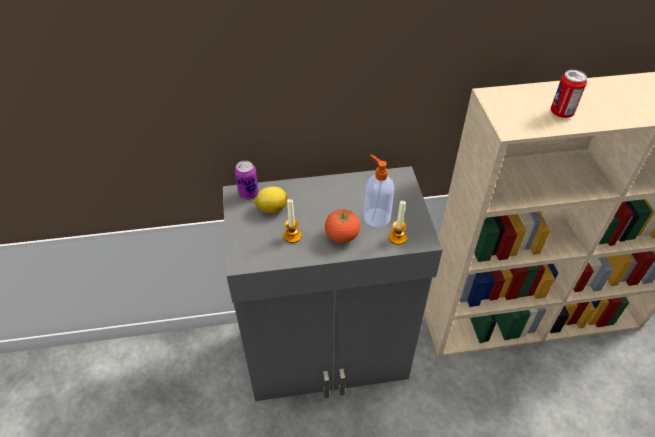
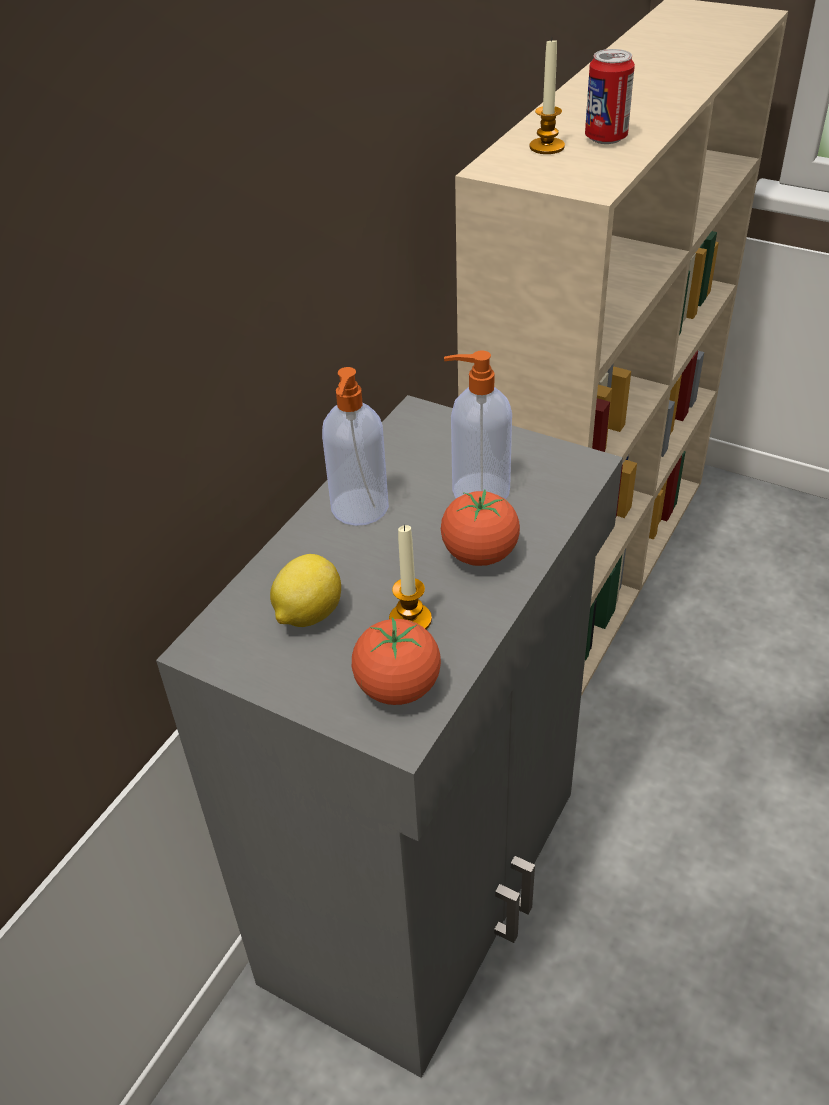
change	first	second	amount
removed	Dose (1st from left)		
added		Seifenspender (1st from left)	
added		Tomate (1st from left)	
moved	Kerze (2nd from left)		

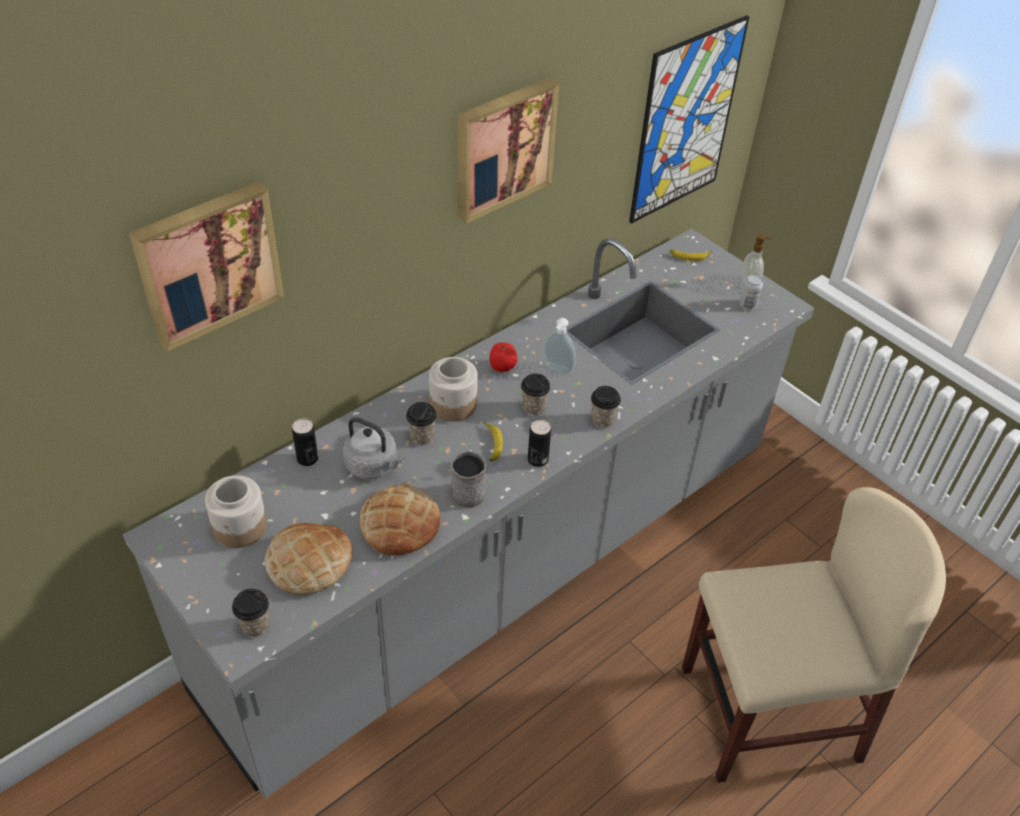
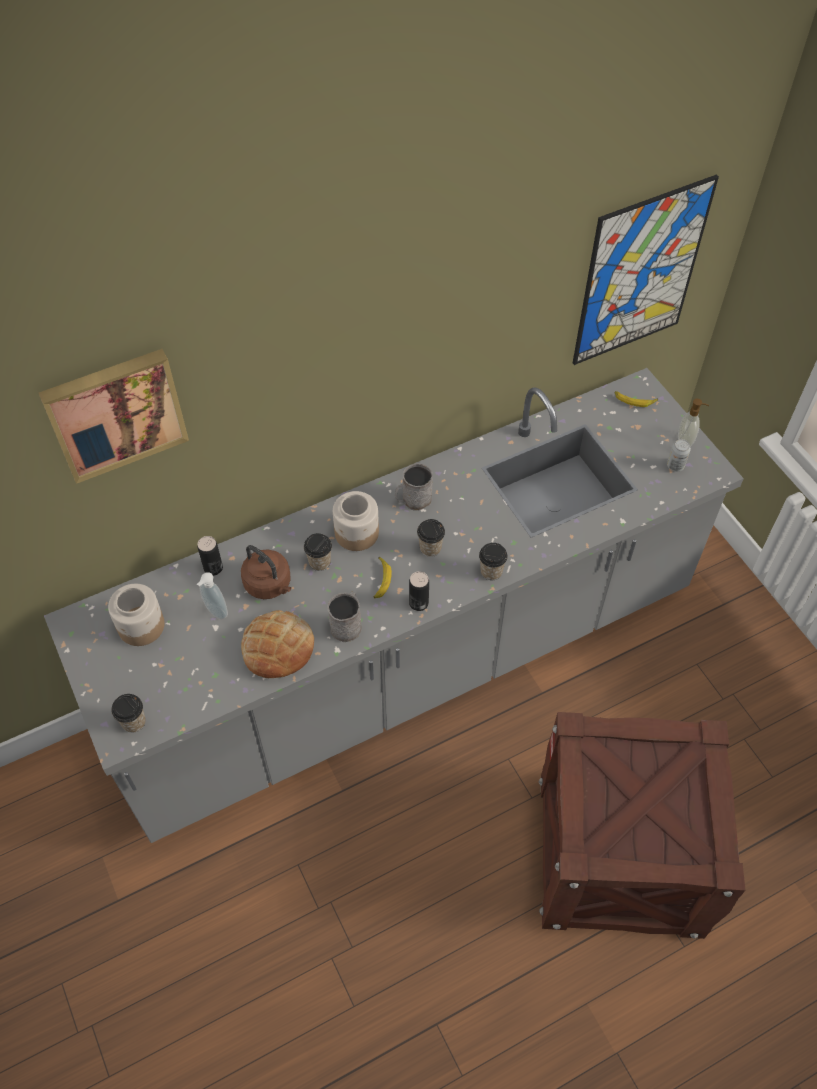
change	first	second	amount
removed	Brot (1st from left)		
removed	Bild (2nd from left)		
moved	Seifenspender (1st from left)		
replaced	Tomate	Henkelbecher [grau] (2nd from left)	
replaced	Stuhl [beige]	Kiste	
recoloured	Wasserkessel [grau]	Wasserkessel [braun]	

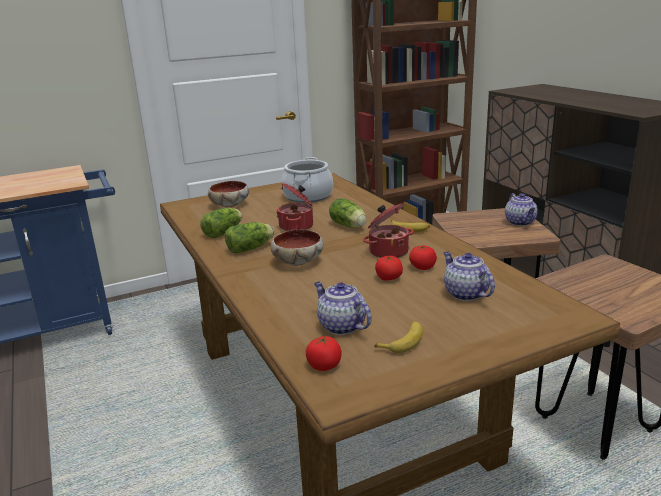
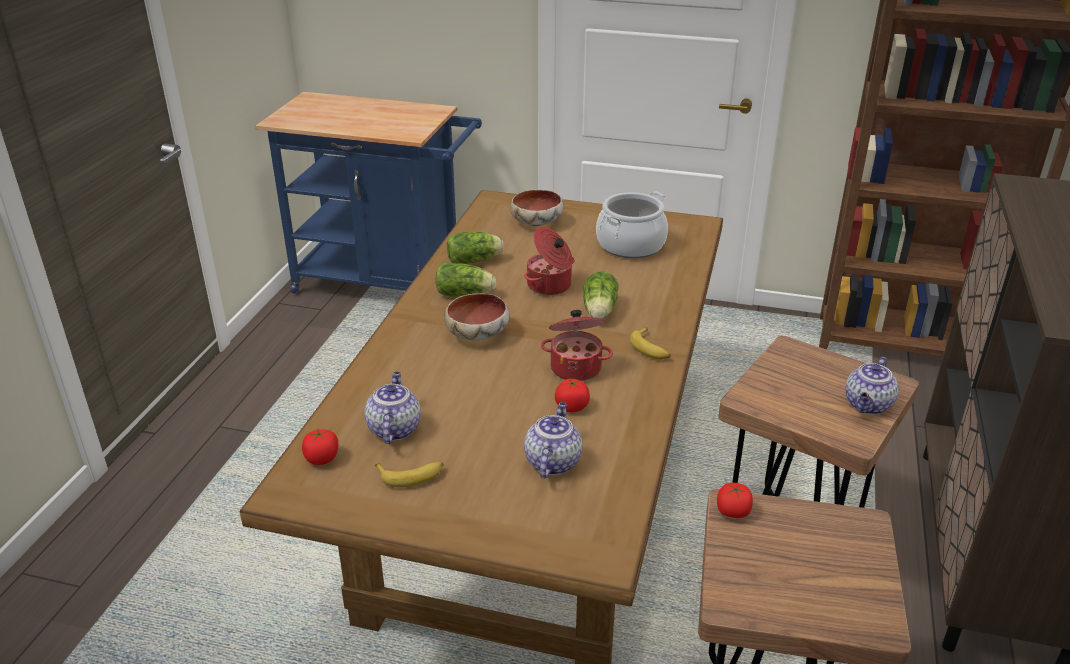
change	first	second	amount
moved	Tomate (2nd from left in the first image)	Tomate (3rd from left)	

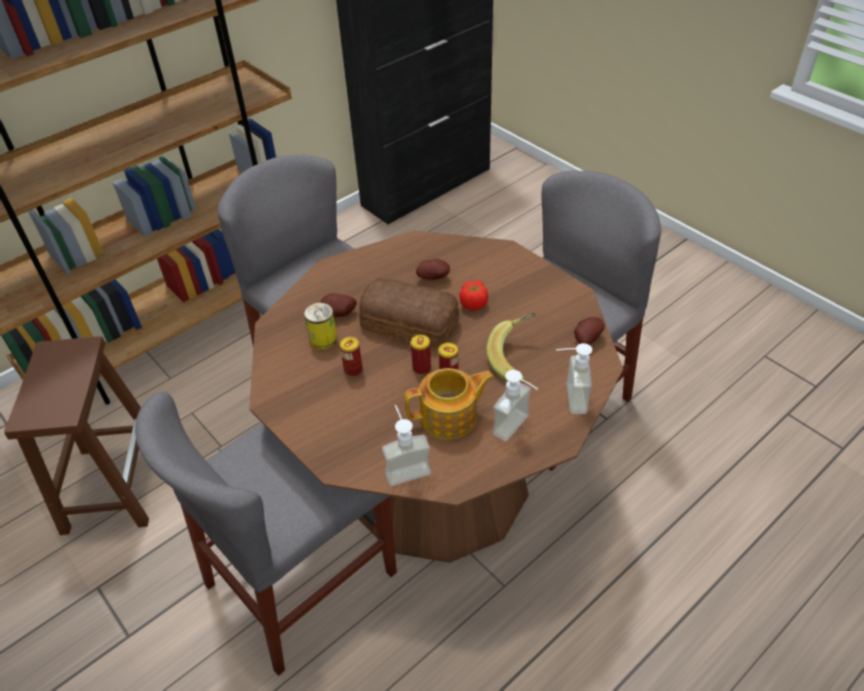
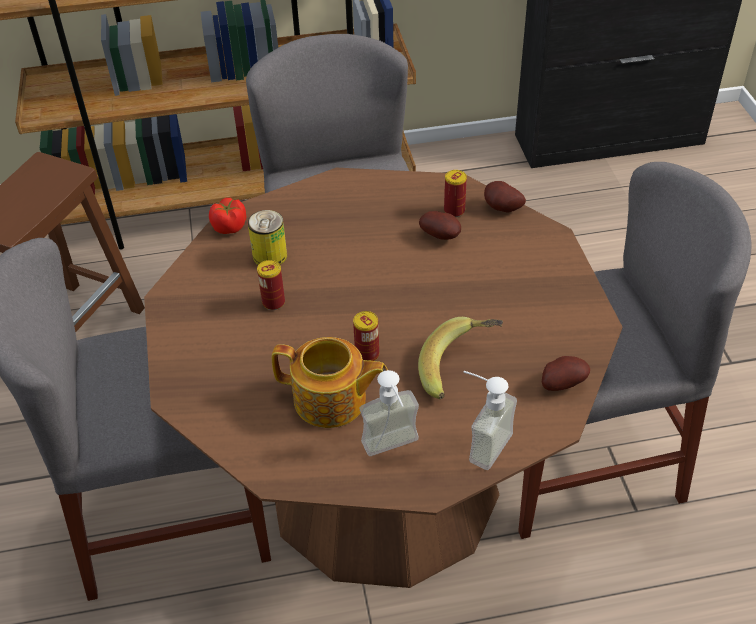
change	first	second	amount
removed	Brot		
removed	Seifenspender (1st from left)		
moved	Kartoffel (1st from left in the first image)	Kartoffel (2nd from left)	
moved	Dose (3rd from left in the first image)	Dose (4th from left)	
moved	Tomate		

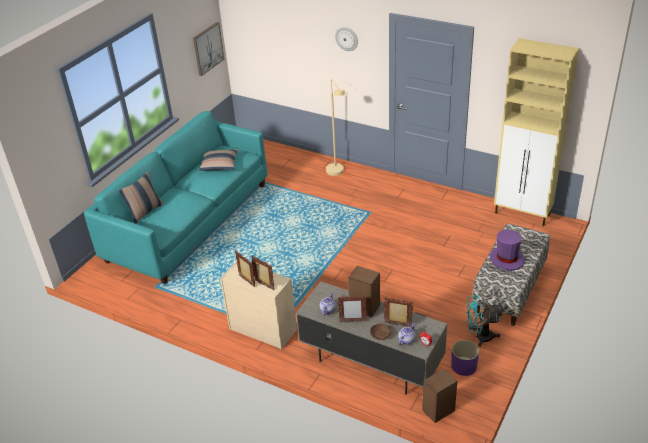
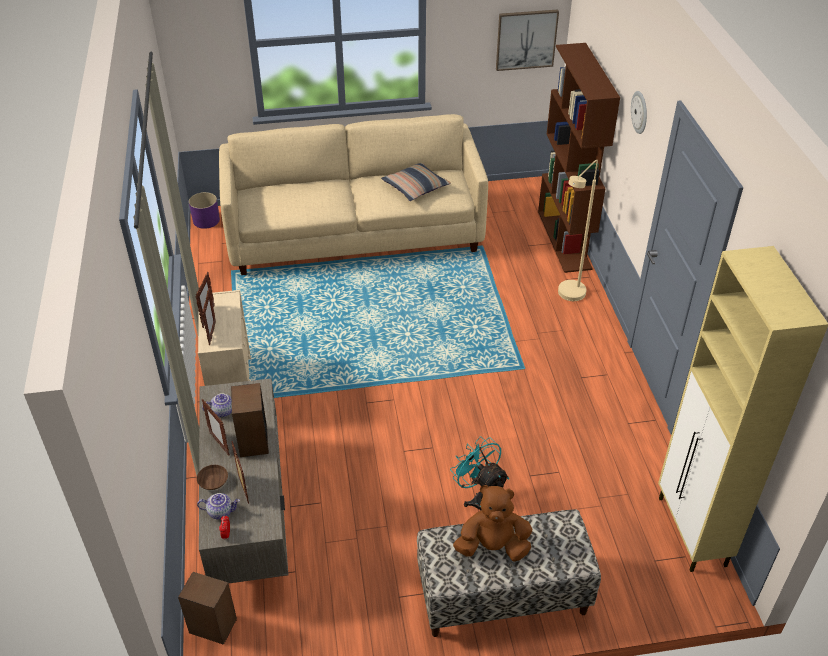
change	first	second	amount
removed	Kissen (1st from left)		
added		Bücherregal [braun]	
moved	Pflanzkübel [lila]		
moved	Ventilator [türkis]		
replaced	Hut [lila]	Plüschtier [braun]	
recoloured	Sofa [türkis]	Sofa [beige]	

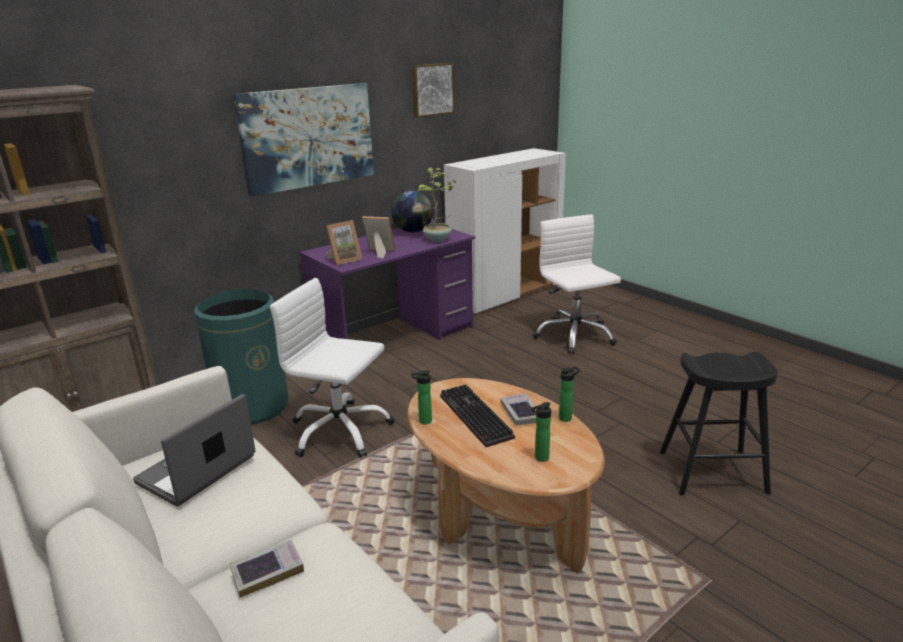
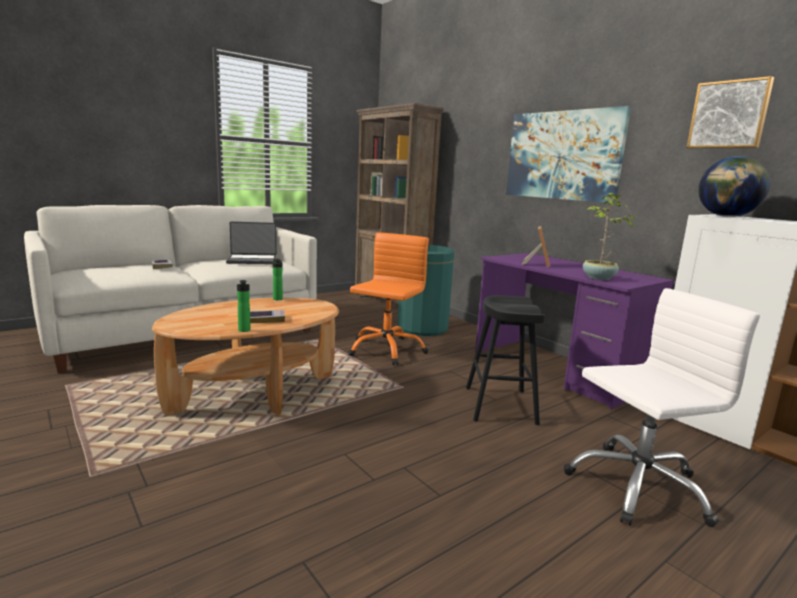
change	first	second	amount
removed	Bilderrahmen (1st from left)		
removed	Tastatur		
removed	Flasche (2nd from left)		
moved	Globus		
moved	Hocker [schwarz]		
recoloured	Bürostuhl [weiß] (1st from left)	Bürostuhl [orange]	
turned	Laptop		135 degrees clockwise

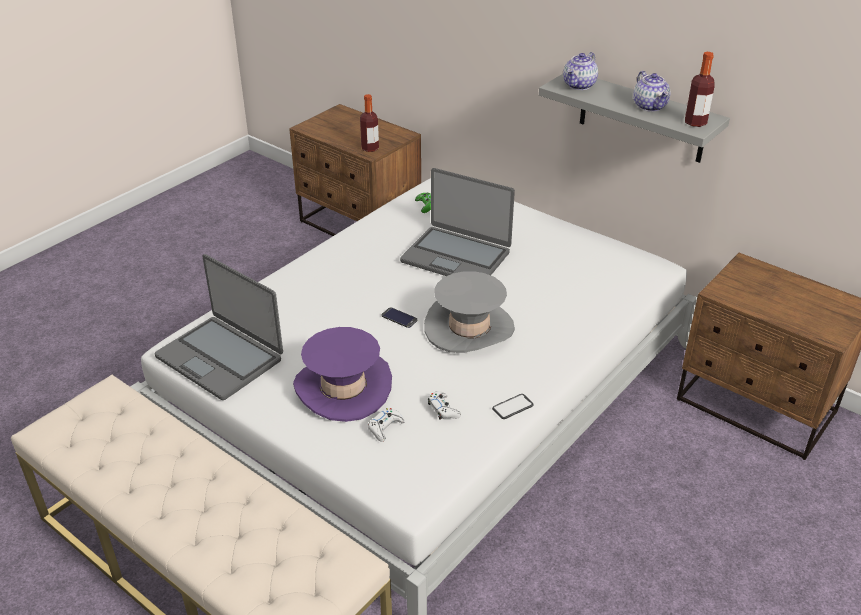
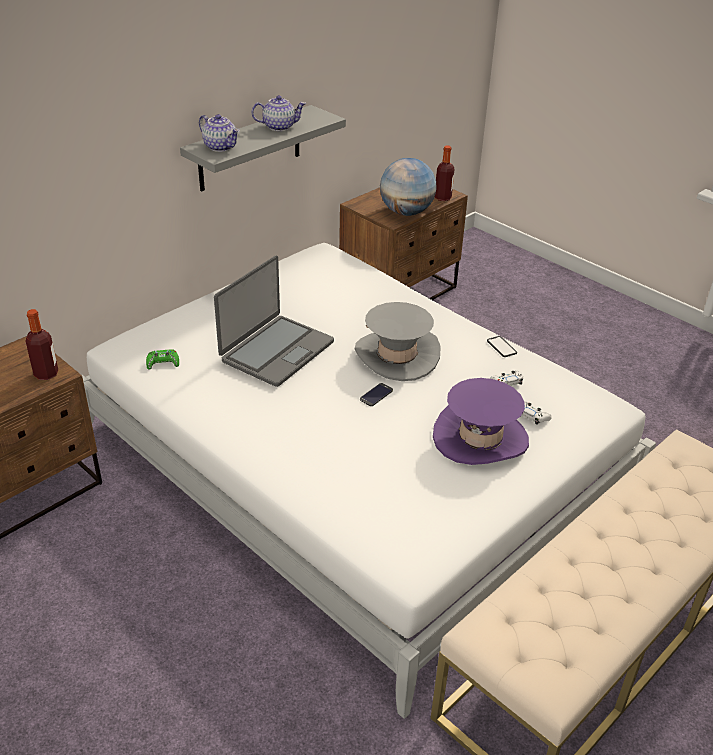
change	first	second	amount
removed	Laptop (1st from left)		
added		Globus	
moved	Flasche (2nd from left)		

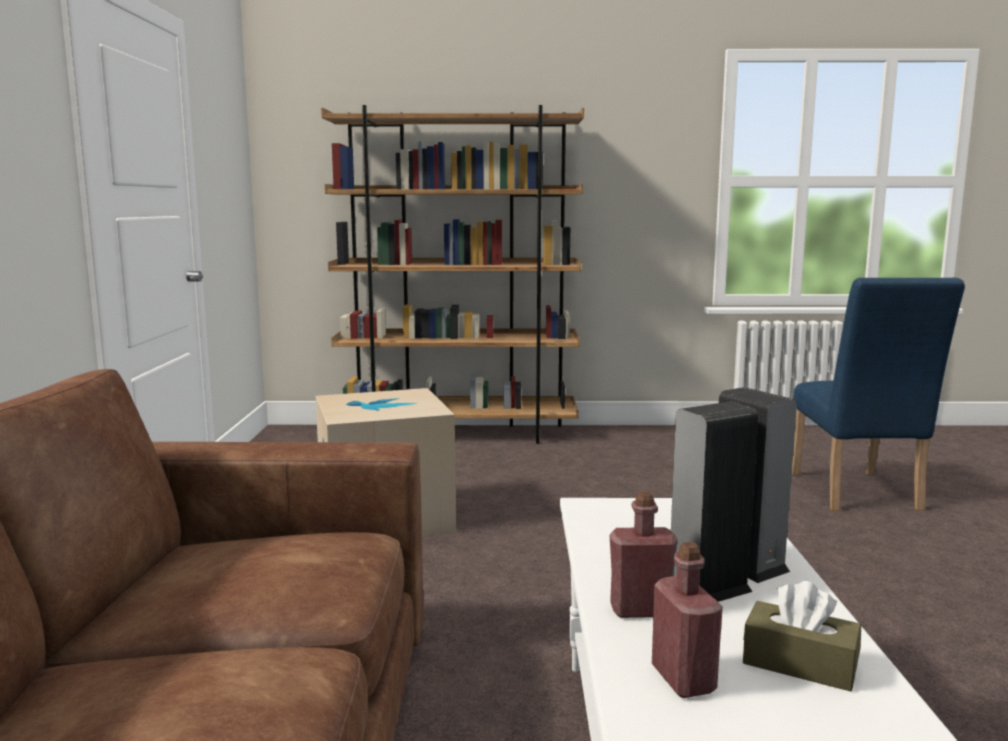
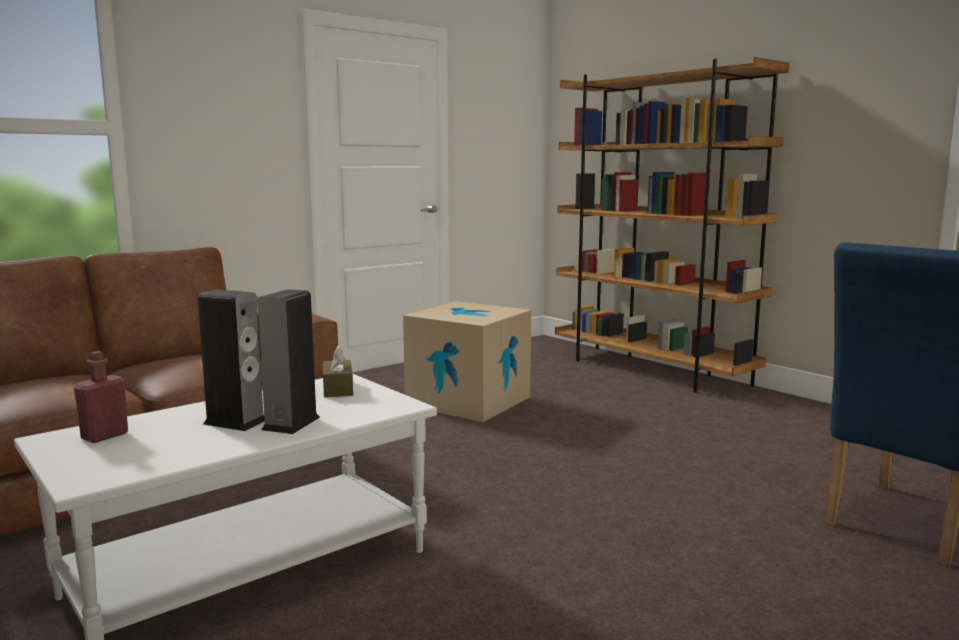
change	first	second	amount
removed	Flasche [rot] (1st from left)		
moved	Taschentuchbox [braun]		

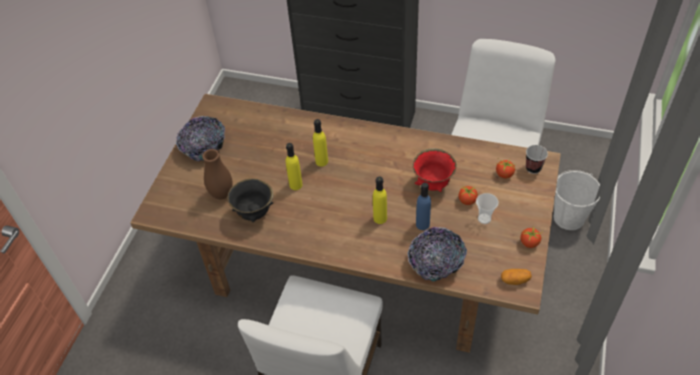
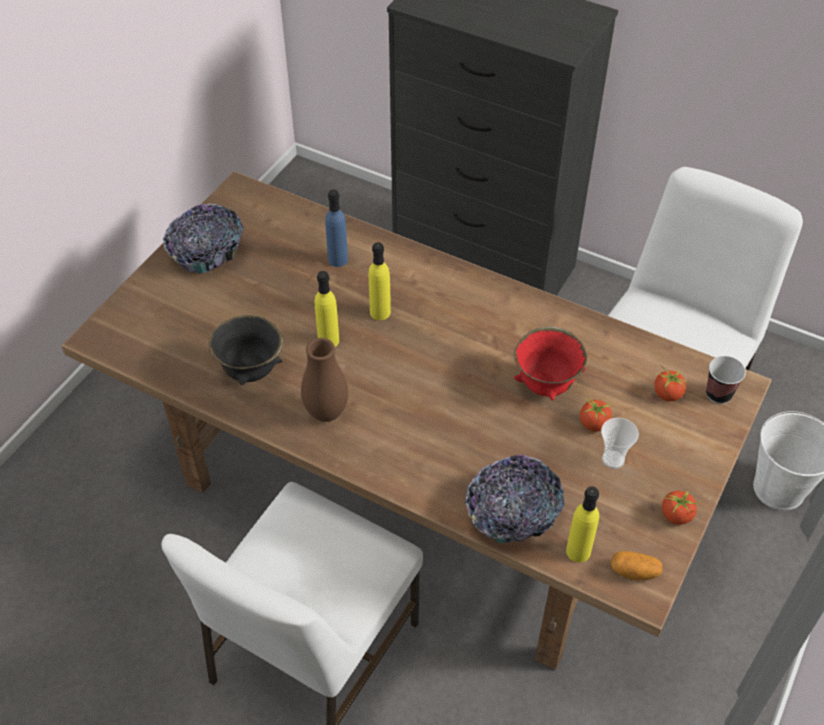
change	first	second	amount
moved	Vase [braun]		
moved	Flasche [gelb] (3rd from left)		
moved	Flasche [blau]		

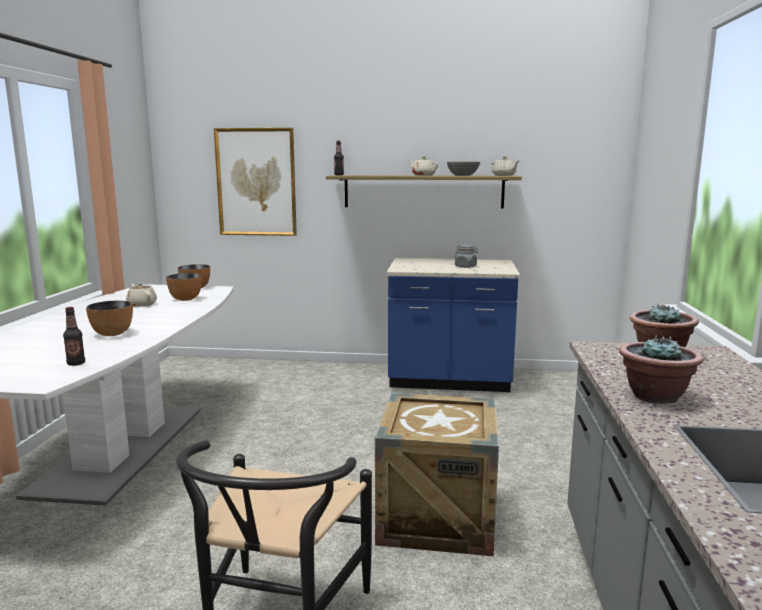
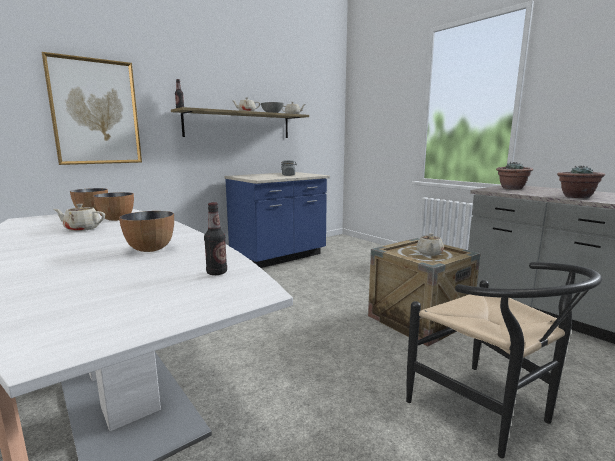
change	first	second	amount
added		Teekanne [beige] (4th from left)	

